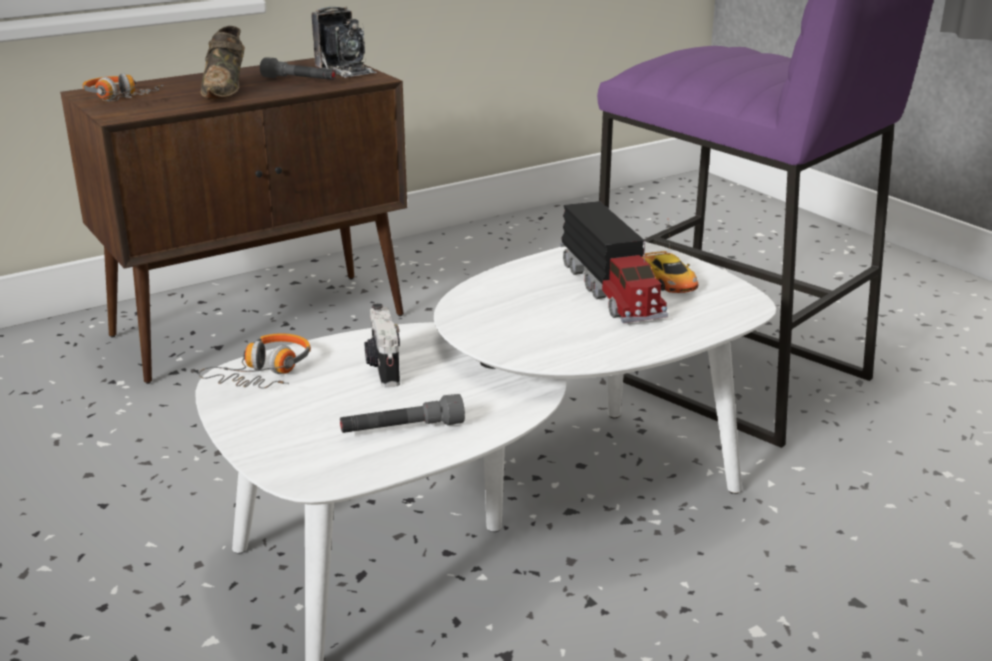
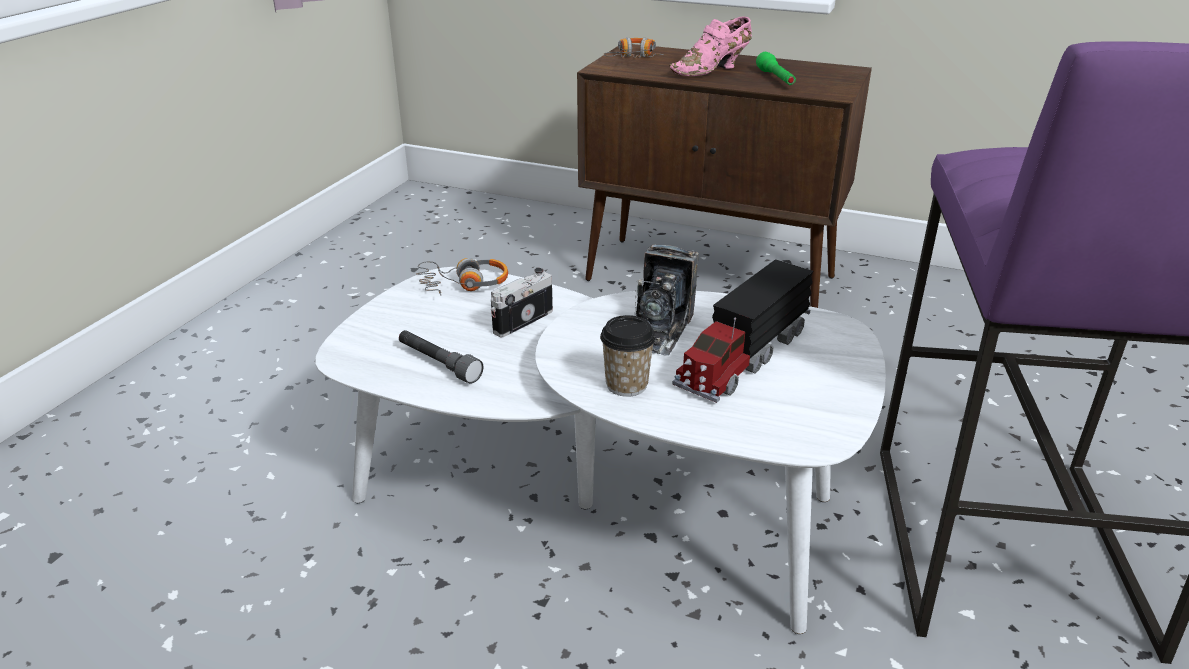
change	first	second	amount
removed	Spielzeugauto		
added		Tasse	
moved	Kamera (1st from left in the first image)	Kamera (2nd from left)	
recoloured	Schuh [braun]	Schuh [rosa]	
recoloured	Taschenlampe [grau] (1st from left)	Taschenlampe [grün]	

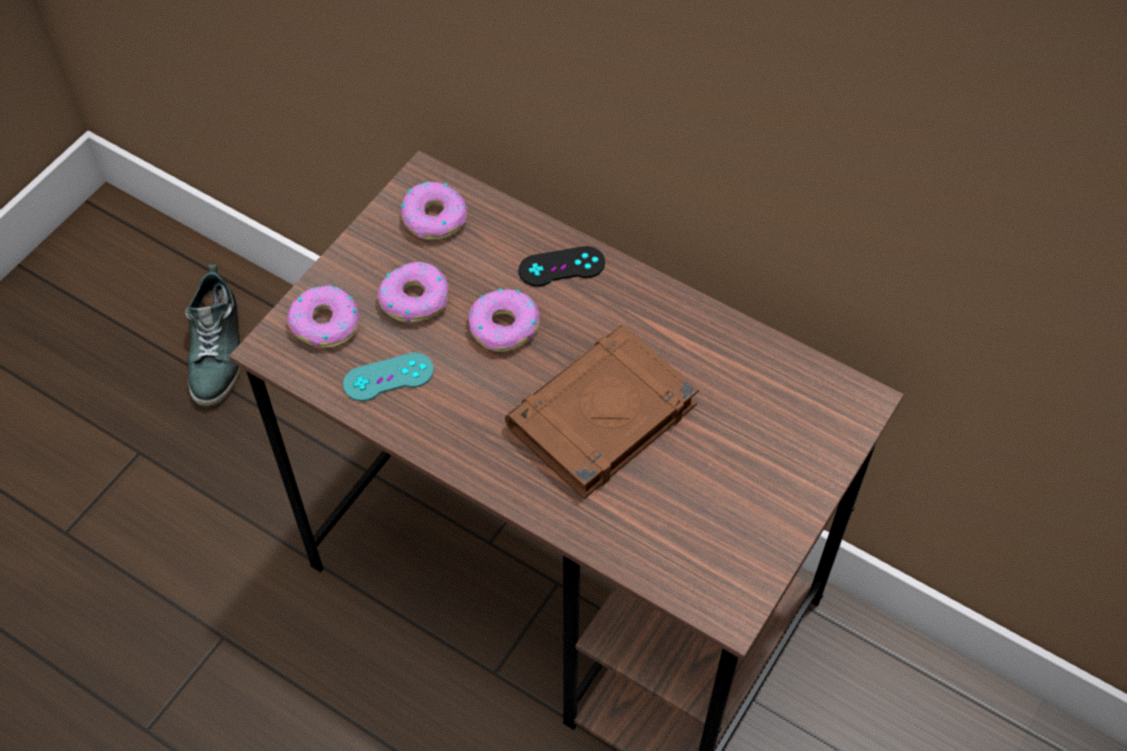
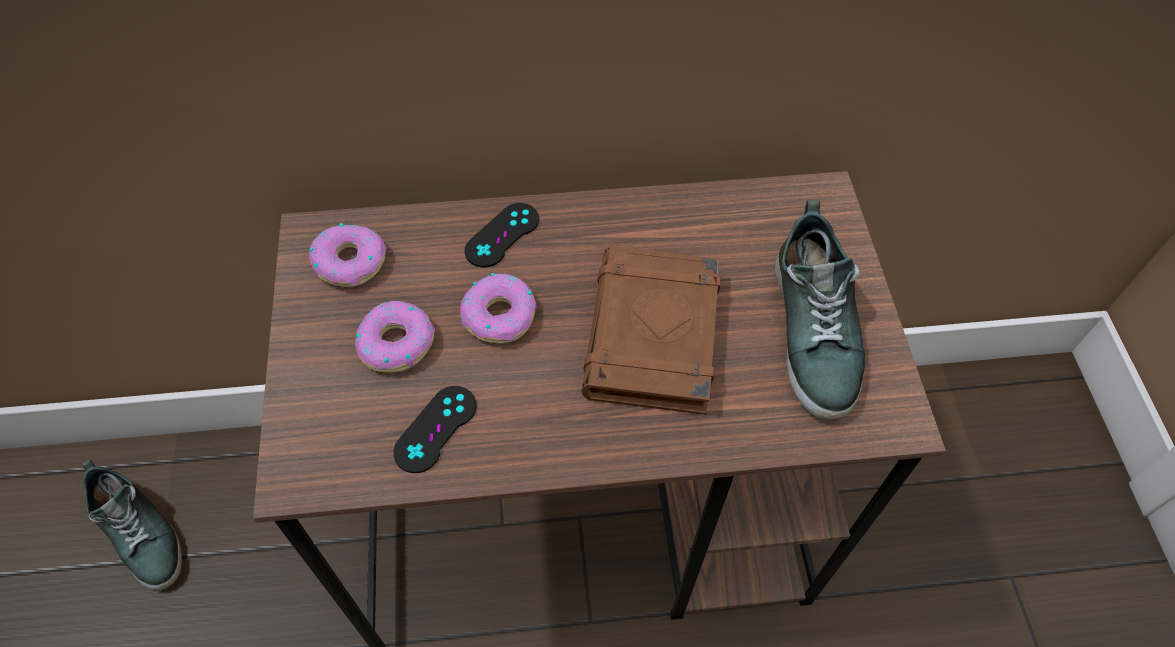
change	first	second	amount
removed	Donut (1st from left)		
added		Schuh (2nd from left)	
recoloured	Gamepad [türkis]	Gamepad [schwarz] (1st from left)	

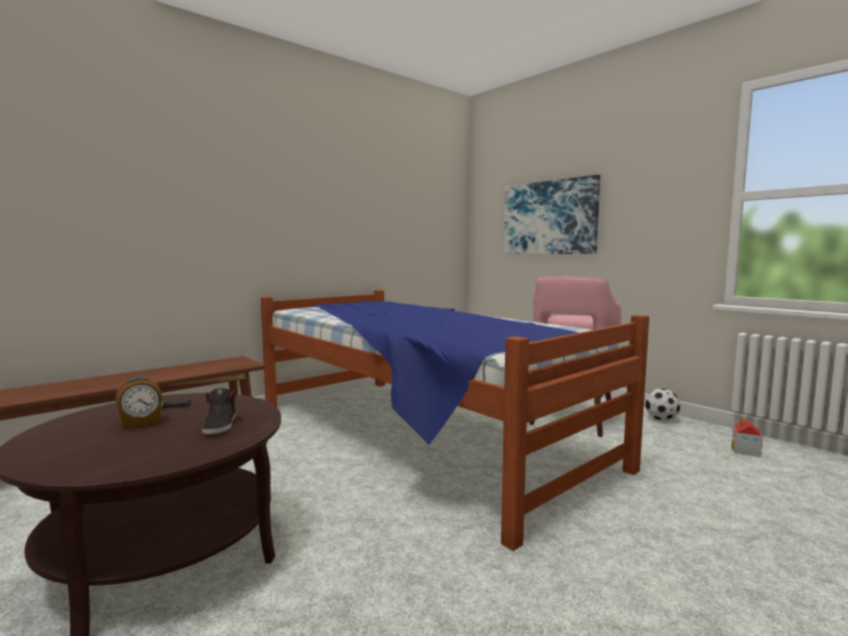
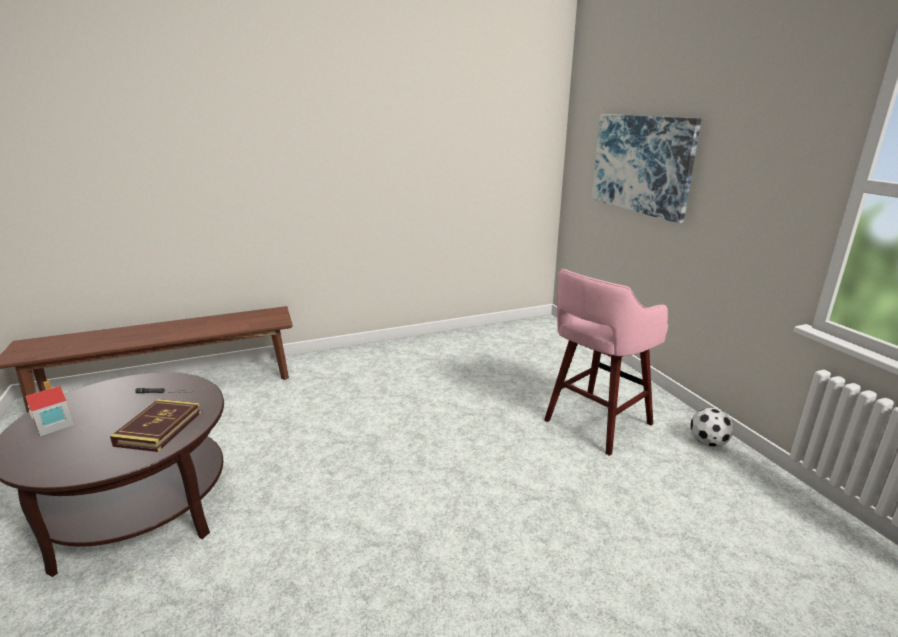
change	first	second	amount
removed	Wecker		
removed	Bett		
moved	Spielzeughaus		
replaced	Schuh [schwarz]	Buch	

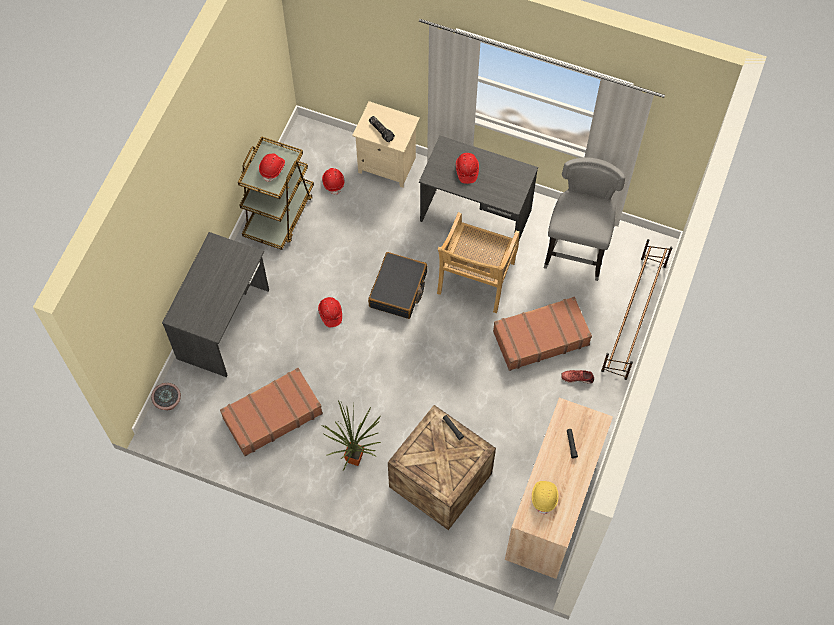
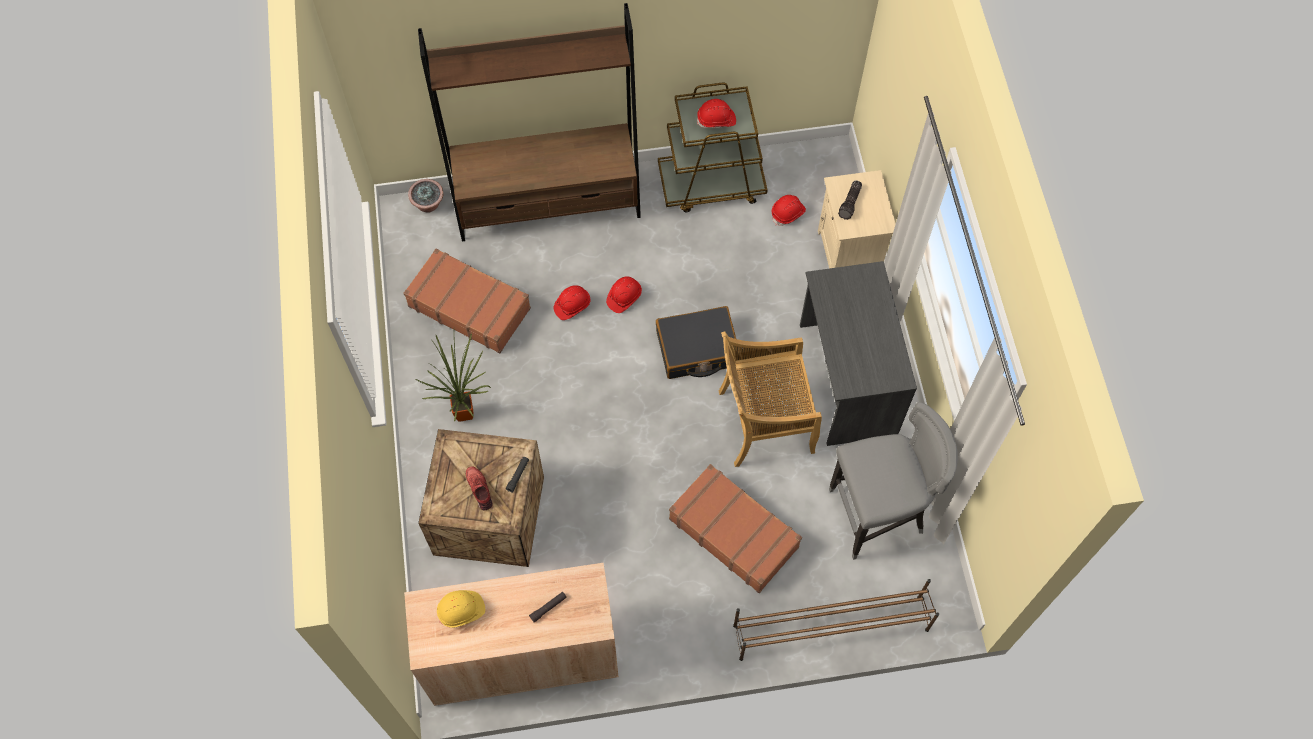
change	first	second	amount
moved	Schutzhelm [rot] (4th from left in the first image)	Schutzhelm [rot] (1st from left)	
moved	Schuh [rot]		
replaced	Schreibtisch [grau] (1st from left)	Bücherregal [braun]	

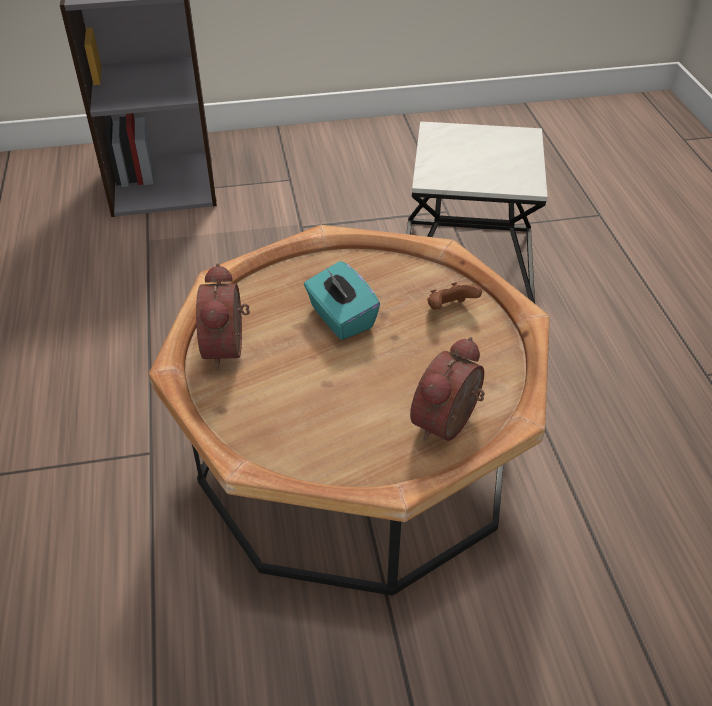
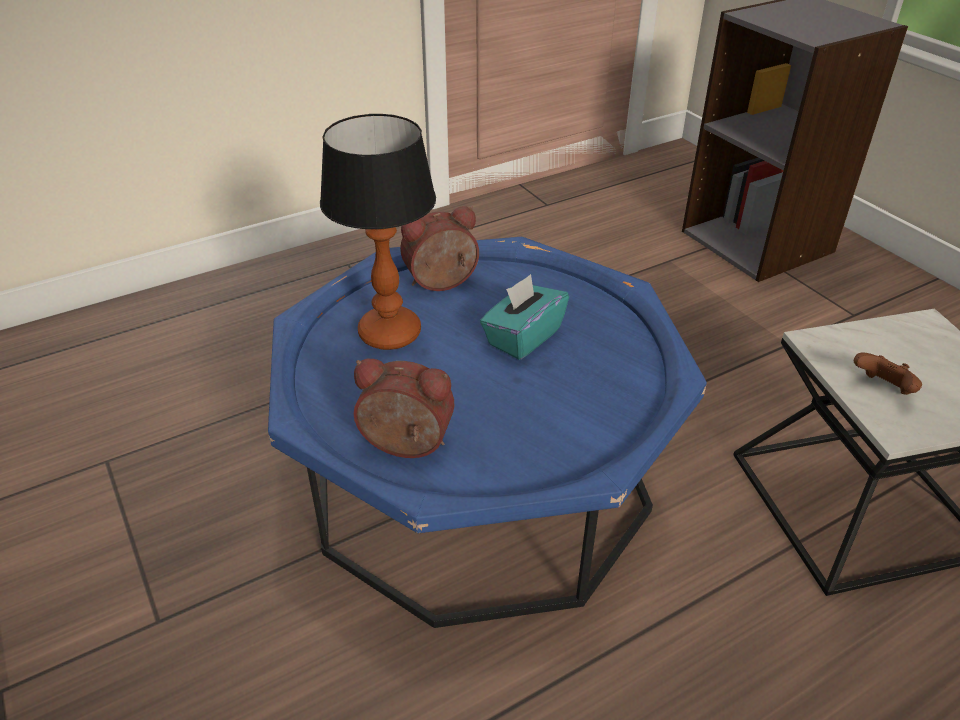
change	first	second	amount
added		Tischlampe	
moved	Gamepad [braun]		
recoloured	Couchtisch [braun]	Couchtisch [blau]	

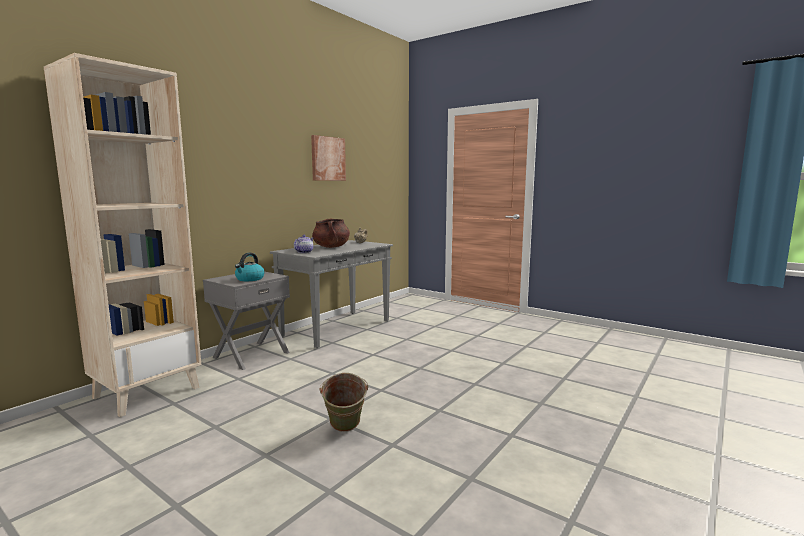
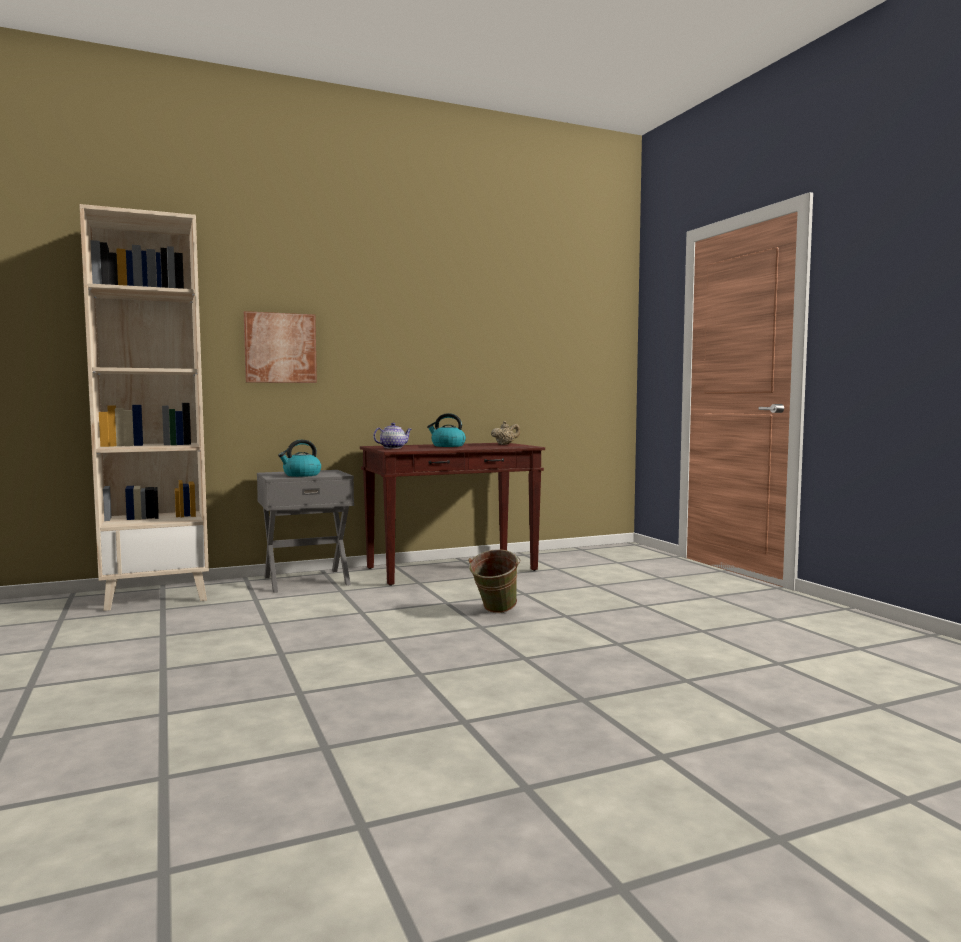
change	first	second	amount
moved	Bild		
moved	Eimer [grün]		
replaced	Kochtopf [braun]	Wasserkessel (2nd from left)	
recoloured	Konsolentisch [grau]	Konsolentisch [braun]	

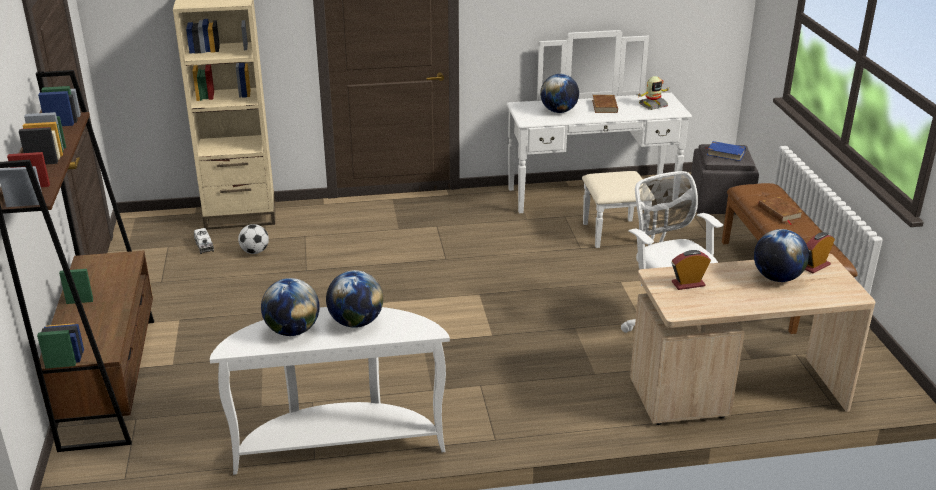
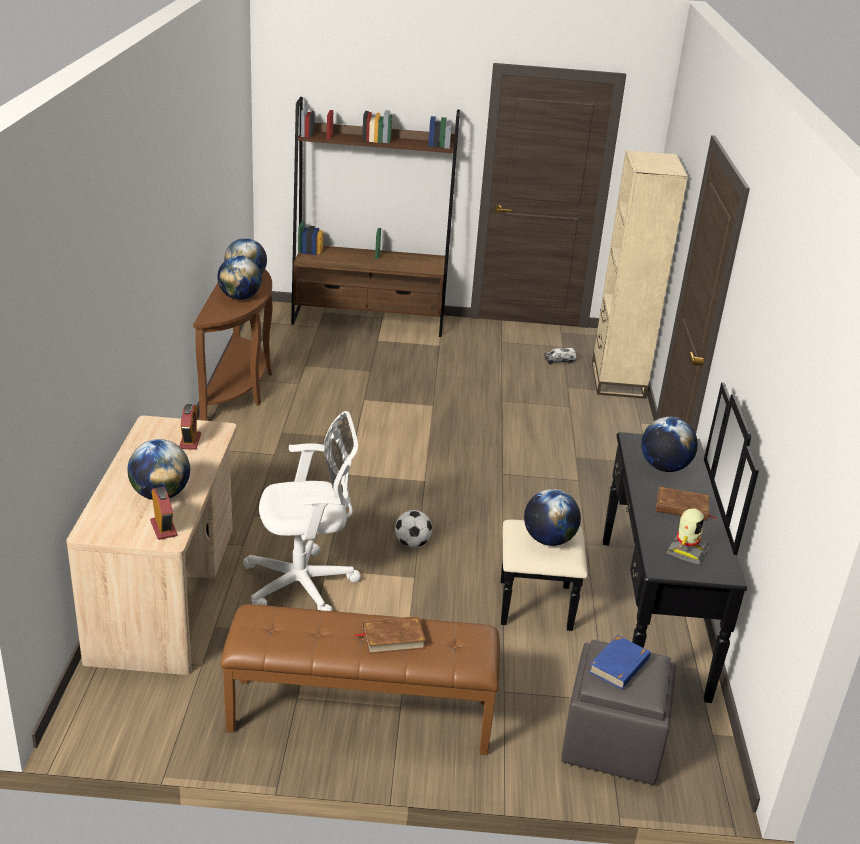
change	first	second	amount
added		Globus (4th from left)	
moved	Fußball		
recoloured	Konsolentisch [weiß]	Konsolentisch [braun]	
recoloured	Kommode [weiß]	Kommode [schwarz]	
turned	Spielzeugroboter		135 degrees counterclockwise

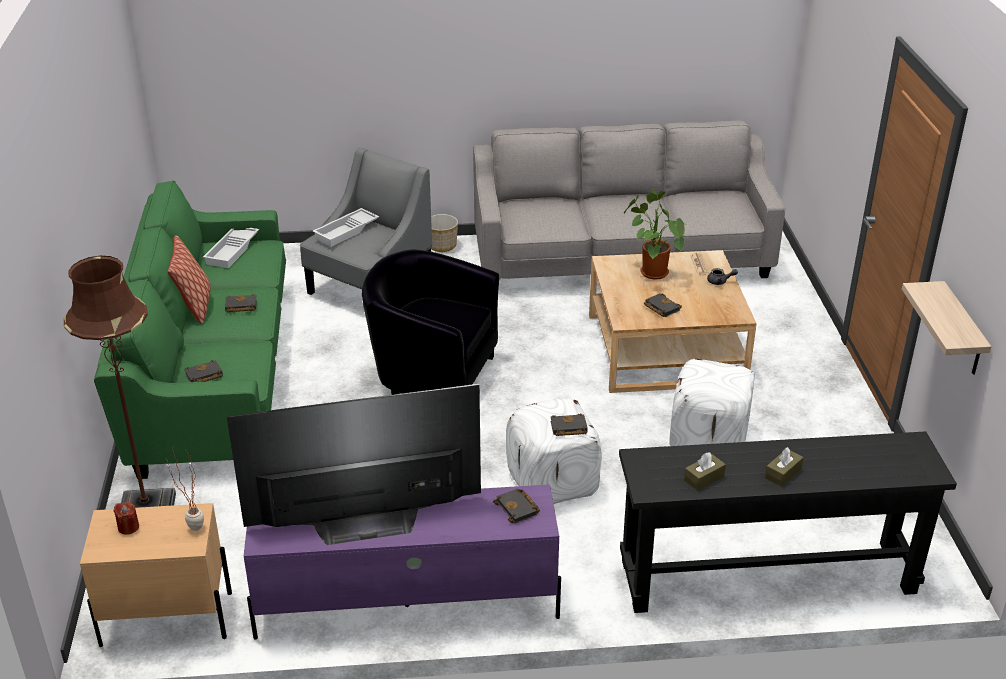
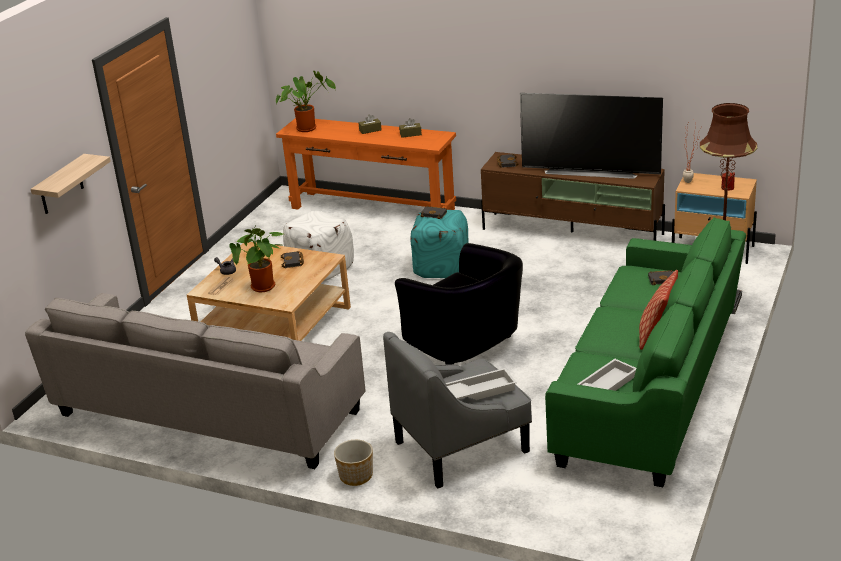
change	first	second	amount
removed	Buch [schwarz] (2nd from left)		
added		Topfpflanze (2nd from left)	
moved	Wandregal		
recoloured	Fernsehschrank [lila]	Fernsehschrank [braun]	
recoloured	Polsterhocker [weiß] (1st from left)	Polsterhocker [türkis]	
recoloured	Konsolentisch [schwarz]	Konsolentisch [orange]	

